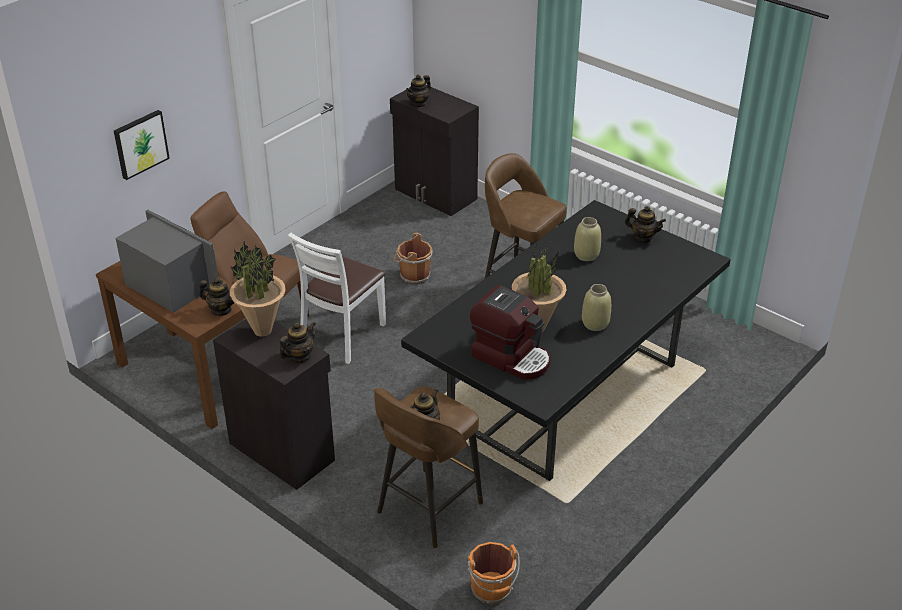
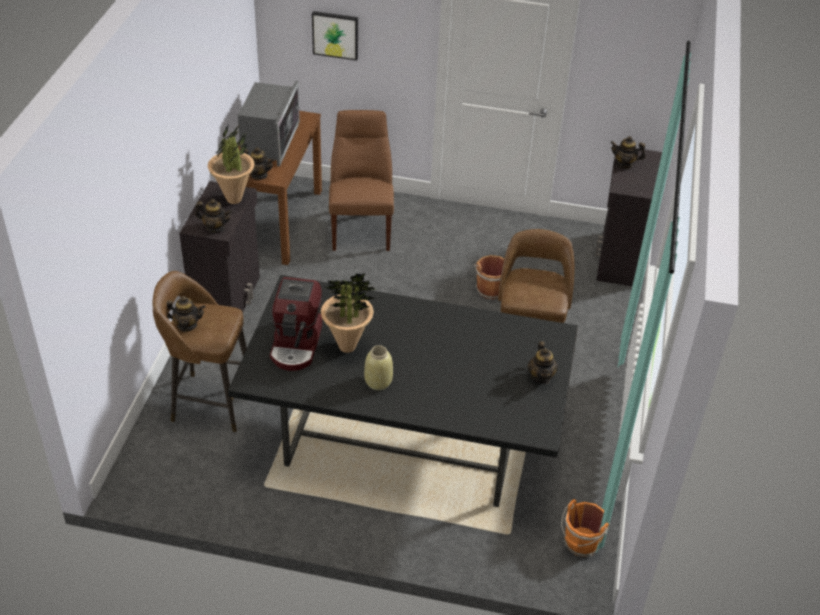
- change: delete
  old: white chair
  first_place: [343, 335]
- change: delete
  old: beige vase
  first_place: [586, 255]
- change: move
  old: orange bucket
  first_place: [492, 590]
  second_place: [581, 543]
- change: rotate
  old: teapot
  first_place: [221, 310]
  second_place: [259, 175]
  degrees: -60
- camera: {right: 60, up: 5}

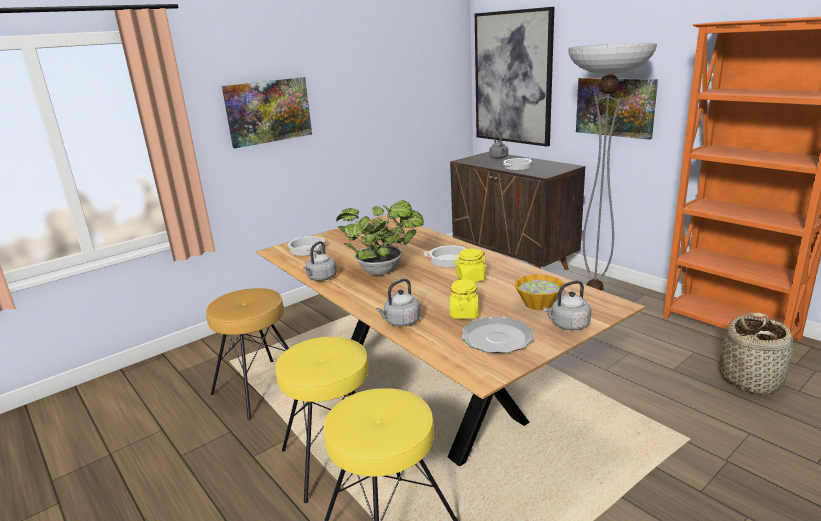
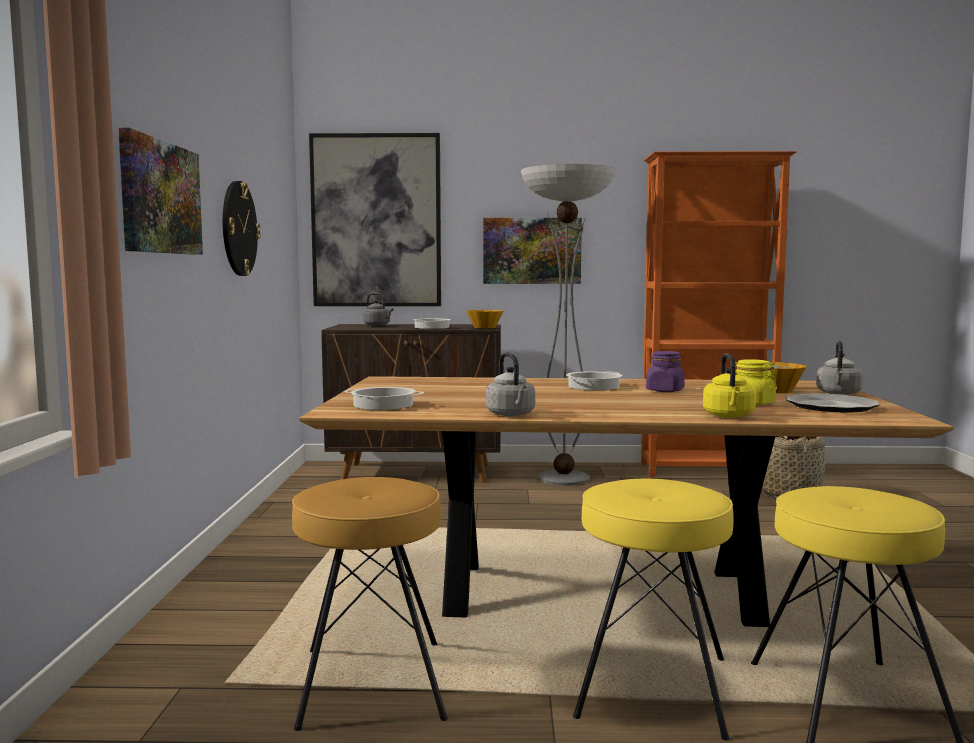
- change: delete
  old: potted plant
  first_place: [383, 271]
- change: insert
  new: wall clock
  second_place: [238, 229]
- change: insert
  new: bowl
  second_place: [485, 327]
- change: recolor
  old: grey kettle
  new: yellow kettle
  first_place: [400, 322]
  second_place: [729, 416]
- change: recolor
  old: yellow jar
  new: purple jar
  first_place: [470, 279]
  second_place: [665, 390]
- camera: {right: -50, up: -15}

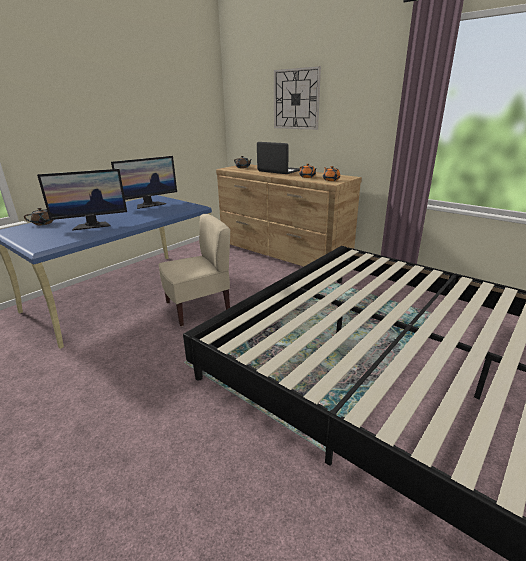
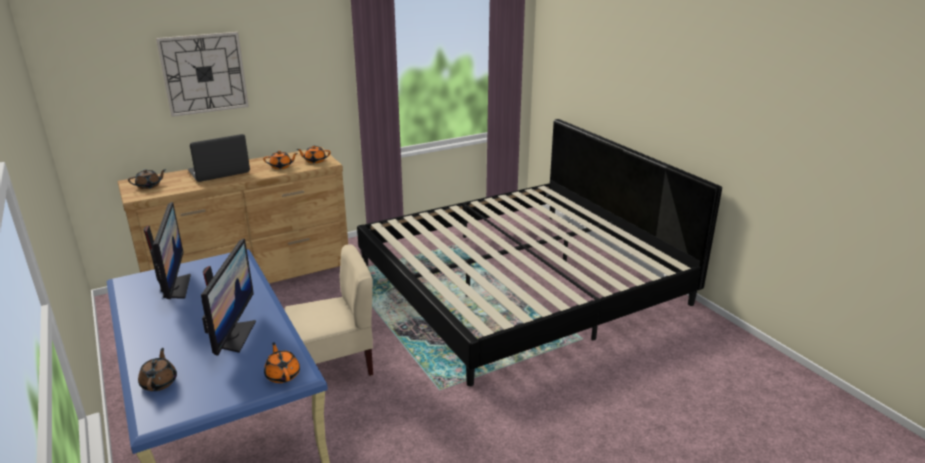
- change: insert
  new: orange teapot
  second_place: [283, 375]
- change: rotate
  old: beige chair
  first_place: [198, 307]
  second_place: [333, 366]
  degrees: 75
- camera: {right: -70, up: 0}

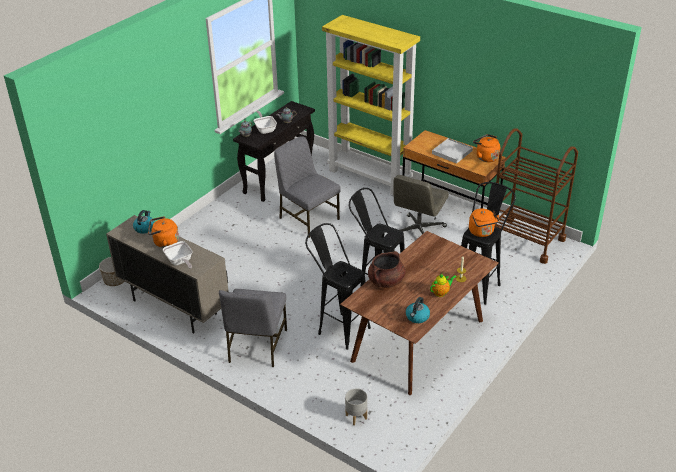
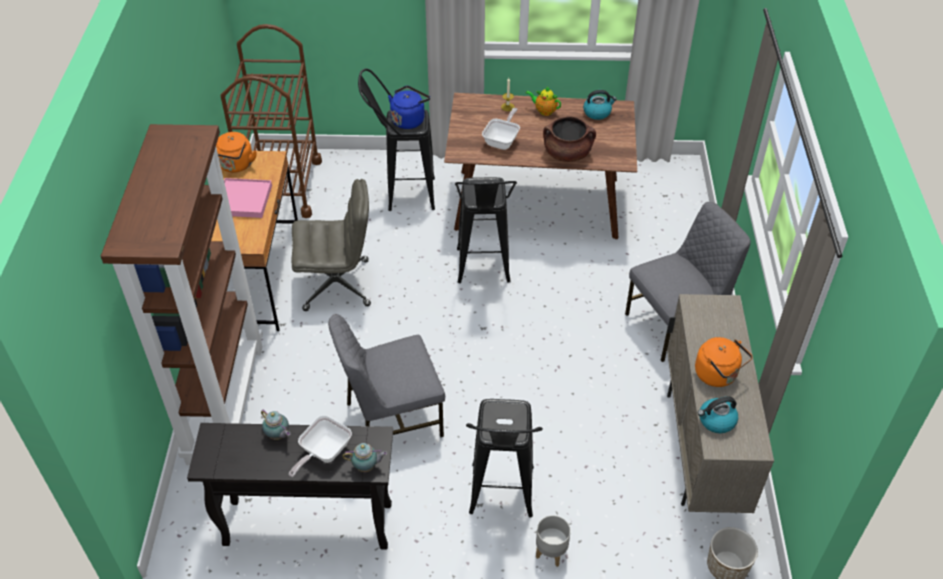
- change: move
  old: frying pan
  first_place: [180, 262]
  second_place: [502, 141]
- change: move
  old: black stool
  first_place: [338, 328]
  second_place: [501, 501]
- change: move
  old: grey planter
  first_place: [356, 417]
  second_place: [551, 552]
- change: recolor
  old: yellow bookcase
  new: brown bookcase
  first_place: [370, 177]
  second_place: [225, 402]
- change: recolor
  old: white tray
  new: pink tray
  first_place: [452, 152]
  second_place: [243, 200]
- change: recolor
  old: orange kettle
  new: blue kettle
  first_place: [482, 232]
  second_place: [409, 120]
- change: rotate
  old: grey chair
  first_place: [308, 218]
  second_place: [392, 418]
  degrees: 60
- camera: {right: -125, up: 10}

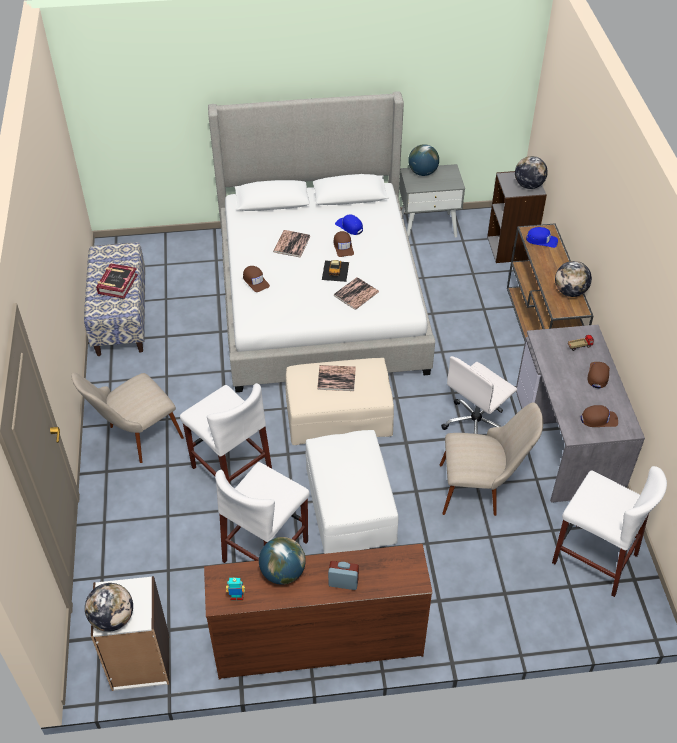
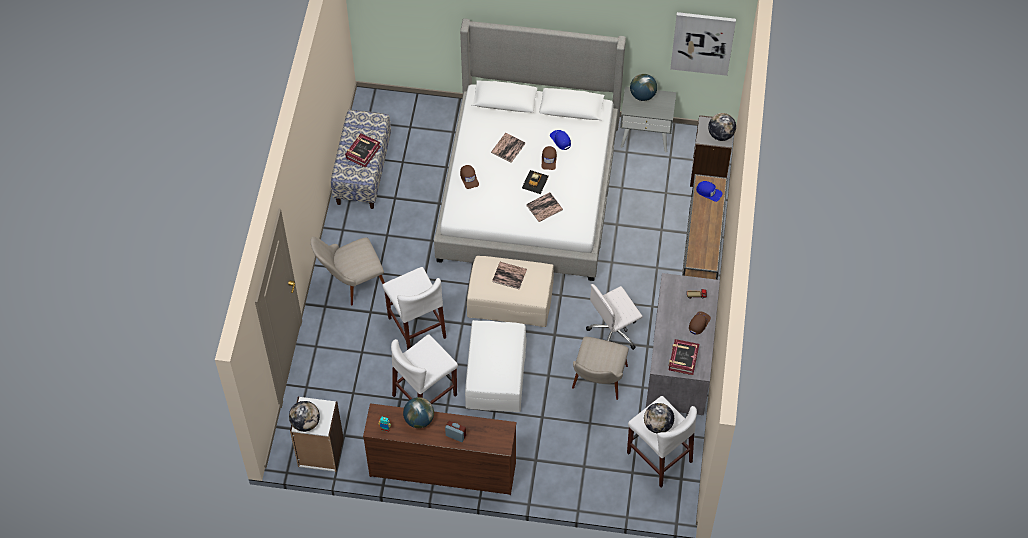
- change: insert
  new: picture
  second_place: [702, 42]
- change: move
  old: globe
  first_place: [570, 292]
  second_place: [658, 425]
- change: replace
  old: brown cap
  new: book
  first_place: [599, 419]
  second_place: [683, 359]
- change: rotate
  old: beige chair
  first_place: [481, 489]
  second_place: [597, 385]
  degrees: 90
- camera: {right: 15, up: 10}

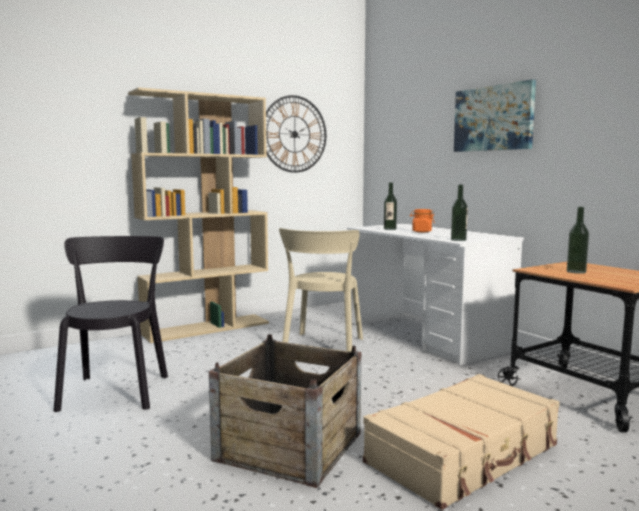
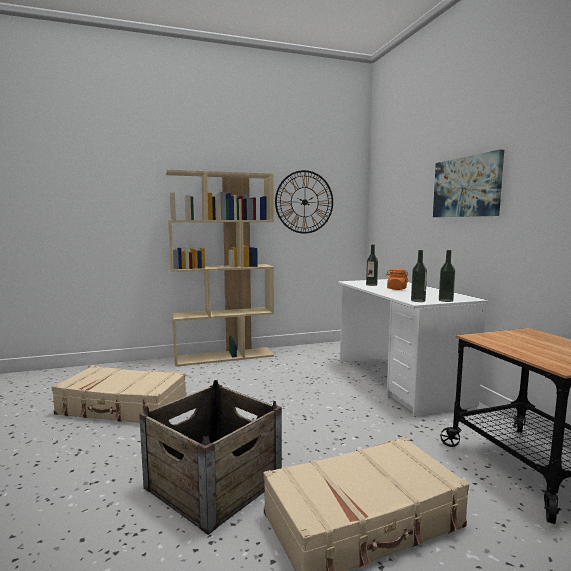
- change: delete
  old: beige chair
  first_place: [322, 347]
- change: move
  old: bottle
  first_place: [576, 272]
  second_place: [445, 300]
- change: replace
  old: black chair
  new: beige suitcase
  first_place: [116, 390]
  second_place: [122, 407]
- camera: {right: 15, up: 0}

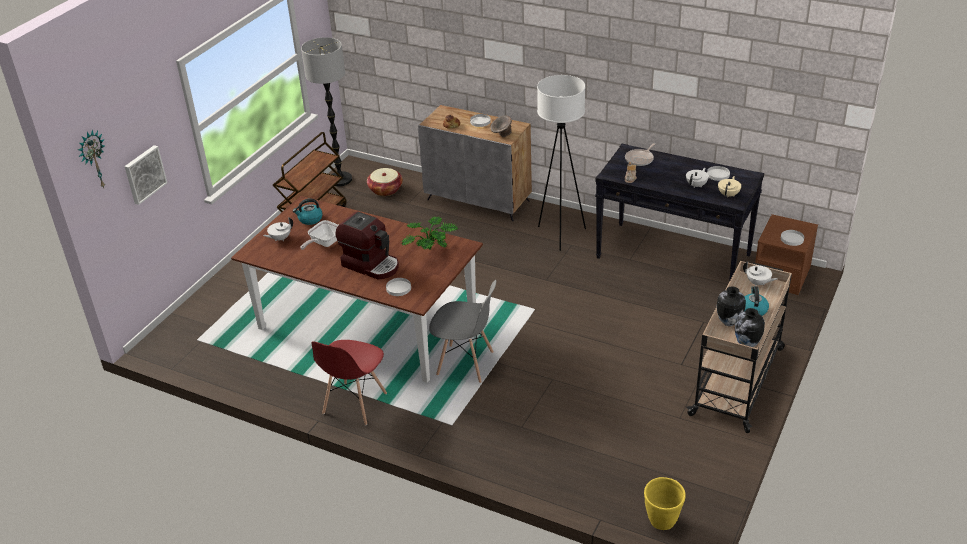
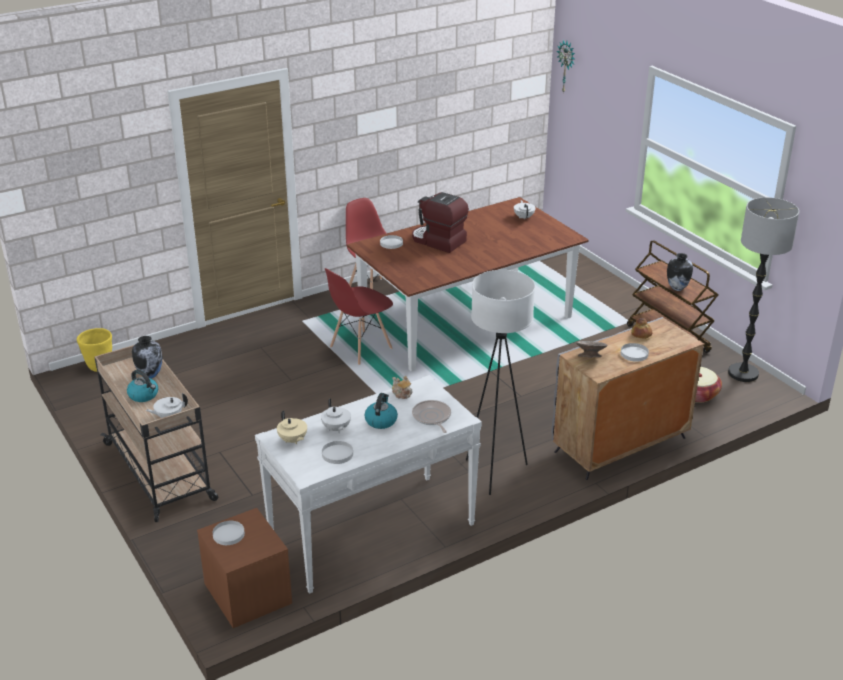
- change: delete
  old: picture
  first_place: [144, 174]
- change: delete
  old: frying pan
  first_place: [324, 243]
- change: delete
  old: potted plant
  first_place: [431, 251]
- change: move
  old: kettle
  first_place: [310, 219]
  second_place: [381, 420]
- change: move
  old: vase
  first_place: [746, 345]
  second_place: [677, 288]
- change: recolor
  old: grey chair
  new: red chair
  first_place: [465, 364]
  second_place: [360, 348]
- change: recolor
  old: black console table
  new: white console table
  first_place: [673, 256]
  second_place: [371, 532]
- change: rotate
  old: coffee machine
  first_place: [371, 265]
  second_place: [438, 241]
  degrees: 60
- camera: {right: 120, up: -5}

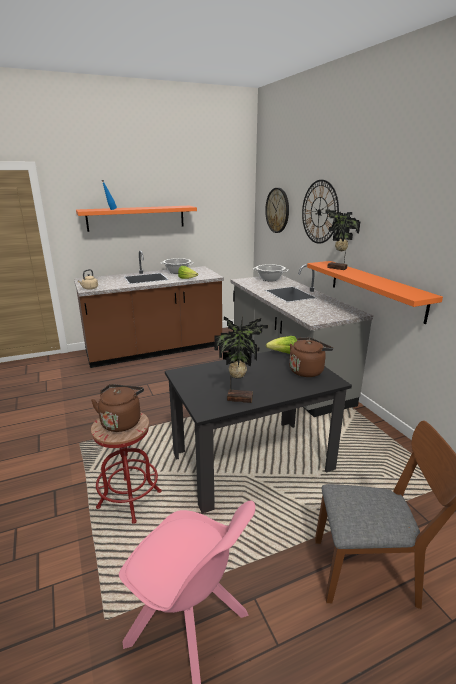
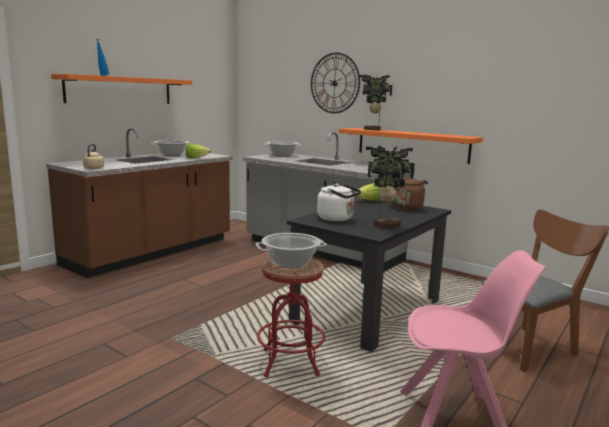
- change: delete
  old: wall clock
  first_place: [277, 210]
- change: insert
  new: white kettle
  second_place: [337, 219]
- change: replace
  old: brown kettle
  new: cooking pot
  first_place: [121, 421]
  second_place: [291, 263]
- camera: {right: -30, up: -10}

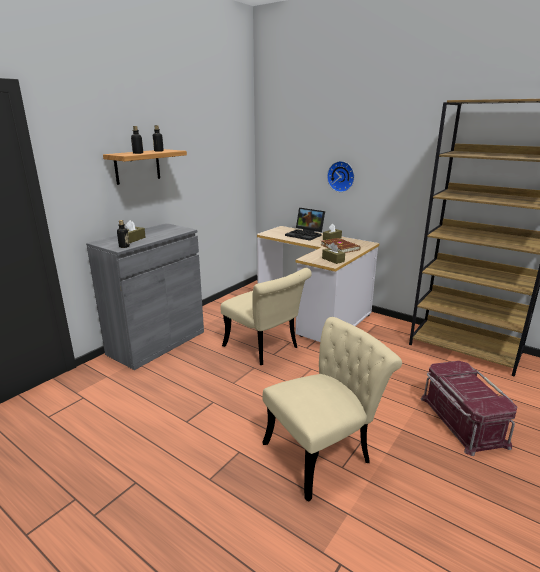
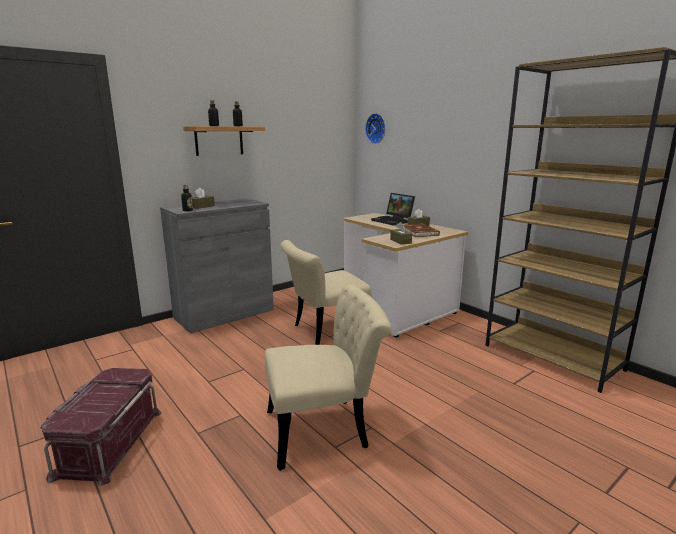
- change: move
  old: wall clock
  first_place: [341, 176]
  second_place: [376, 128]
- change: move
  old: red storage box
  first_place: [461, 420]
  second_place: [108, 442]
- change: rotate
  old: beige chair
  first_place: [265, 349]
  second_place: [324, 331]
  degrees: 90
- camera: {right: 15, up: -5}

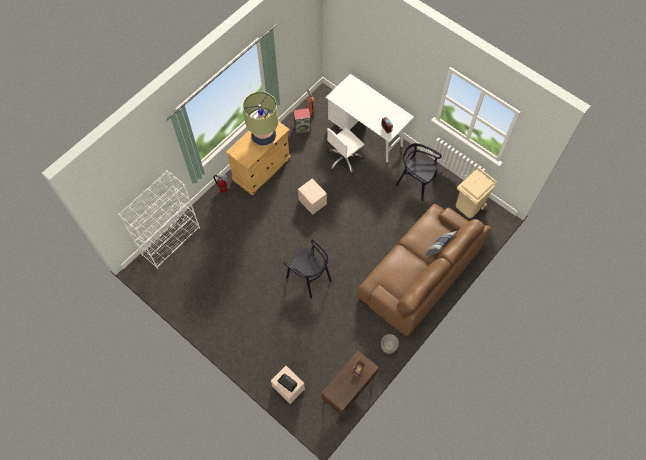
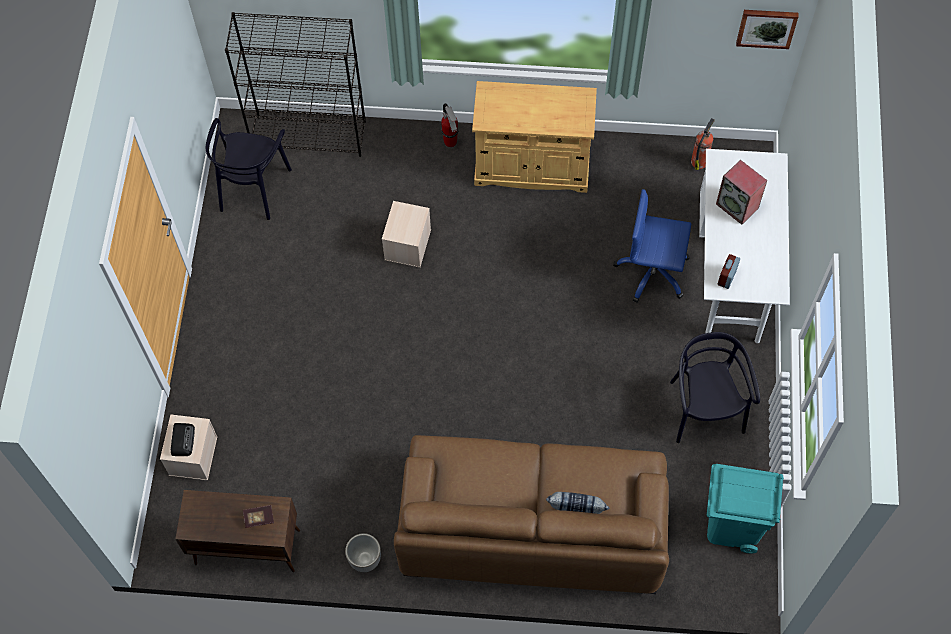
- change: delete
  old: table lamp
  first_place: [264, 137]
- change: insert
  new: picture
  second_place: [766, 27]
- change: move
  old: black chair
  first_place: [309, 277]
  second_place: [253, 188]
- change: move
  old: speaker
  first_place: [302, 128]
  second_place: [738, 206]
- change: move
  old: beige storage box
  first_place: [313, 202]
  second_place: [408, 245]
- change: recolor
  old: white bookcase
  new: black bookcase
  first_place: [171, 241]
  second_place: [309, 135]
- change: recolor
  old: white office chair
  new: blue office chair
  first_place: [344, 160]
  second_place: [652, 272]
- change: recolor
  old: beige trash can
  new: turquoise trash can
  first_place: [469, 206]
  second_place: [732, 525]
- camera: {right: 55, up: 0}

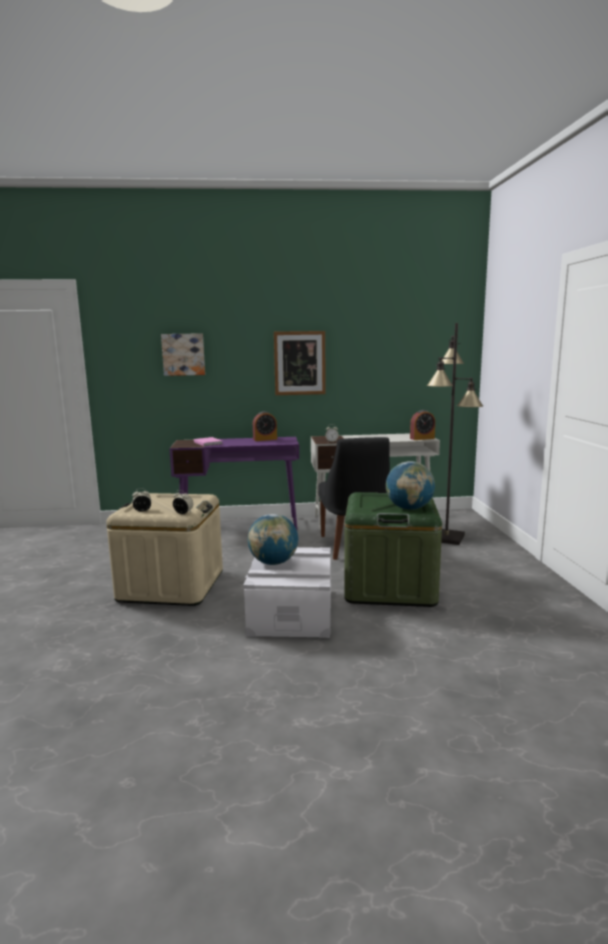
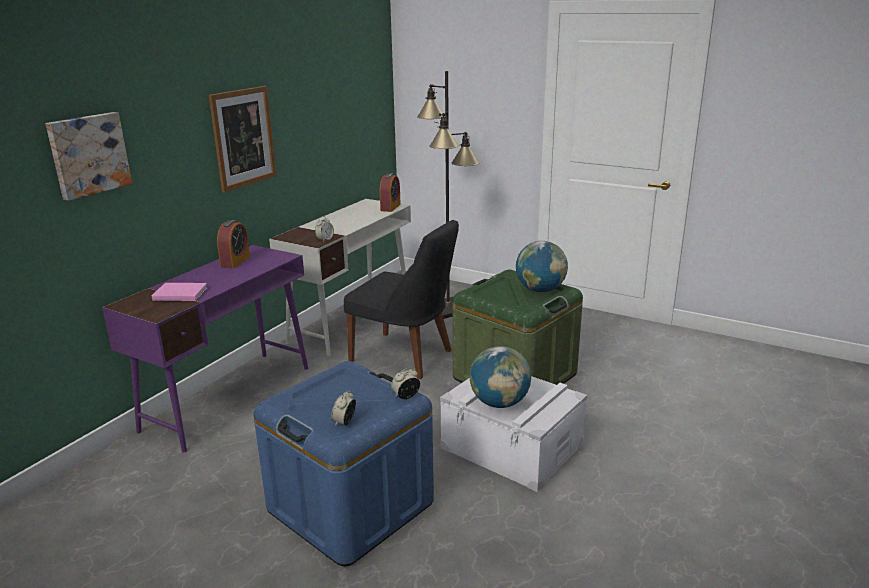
- change: recolor
  old: beige storage box
  new: blue storage box
  first_place: [171, 585]
  second_place: [350, 506]
- camera: {right: -55, up: 10}

